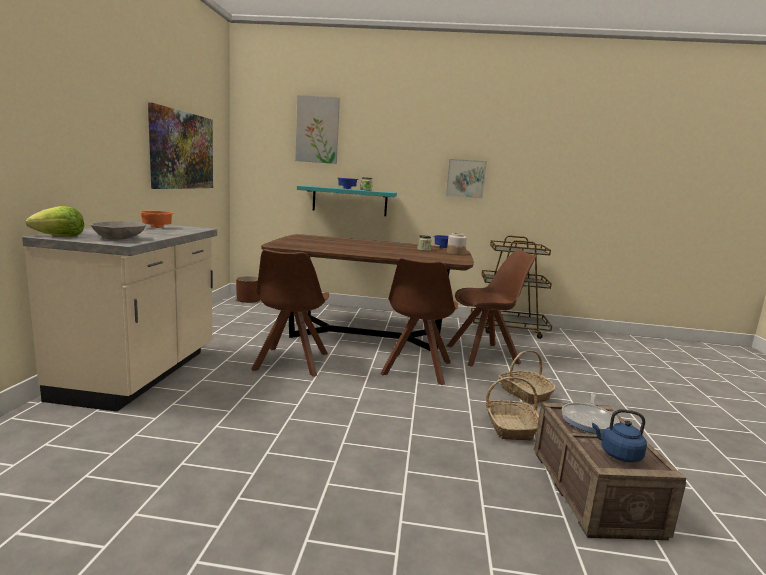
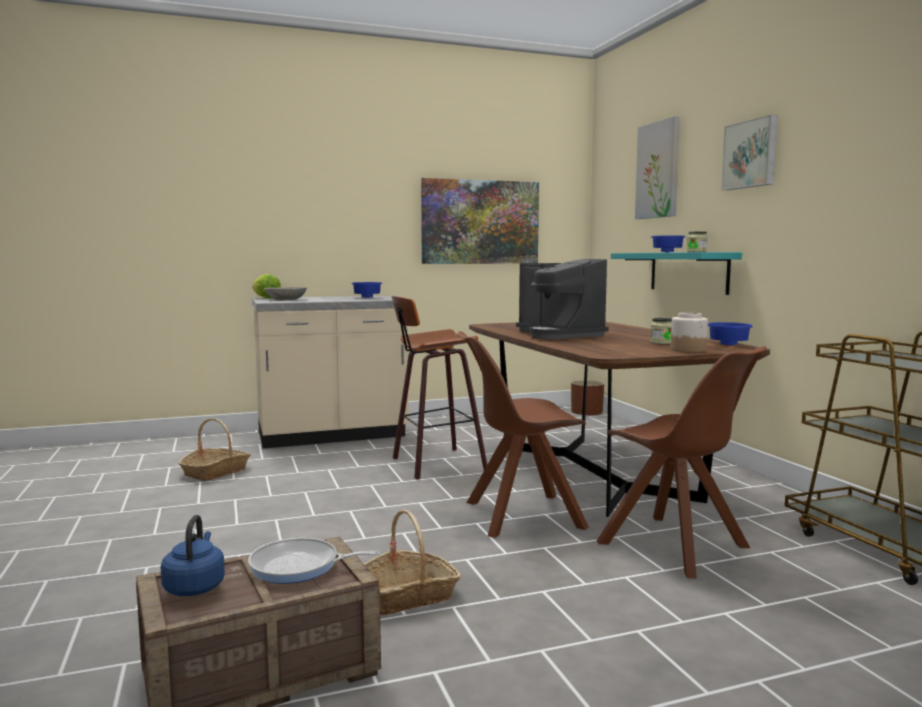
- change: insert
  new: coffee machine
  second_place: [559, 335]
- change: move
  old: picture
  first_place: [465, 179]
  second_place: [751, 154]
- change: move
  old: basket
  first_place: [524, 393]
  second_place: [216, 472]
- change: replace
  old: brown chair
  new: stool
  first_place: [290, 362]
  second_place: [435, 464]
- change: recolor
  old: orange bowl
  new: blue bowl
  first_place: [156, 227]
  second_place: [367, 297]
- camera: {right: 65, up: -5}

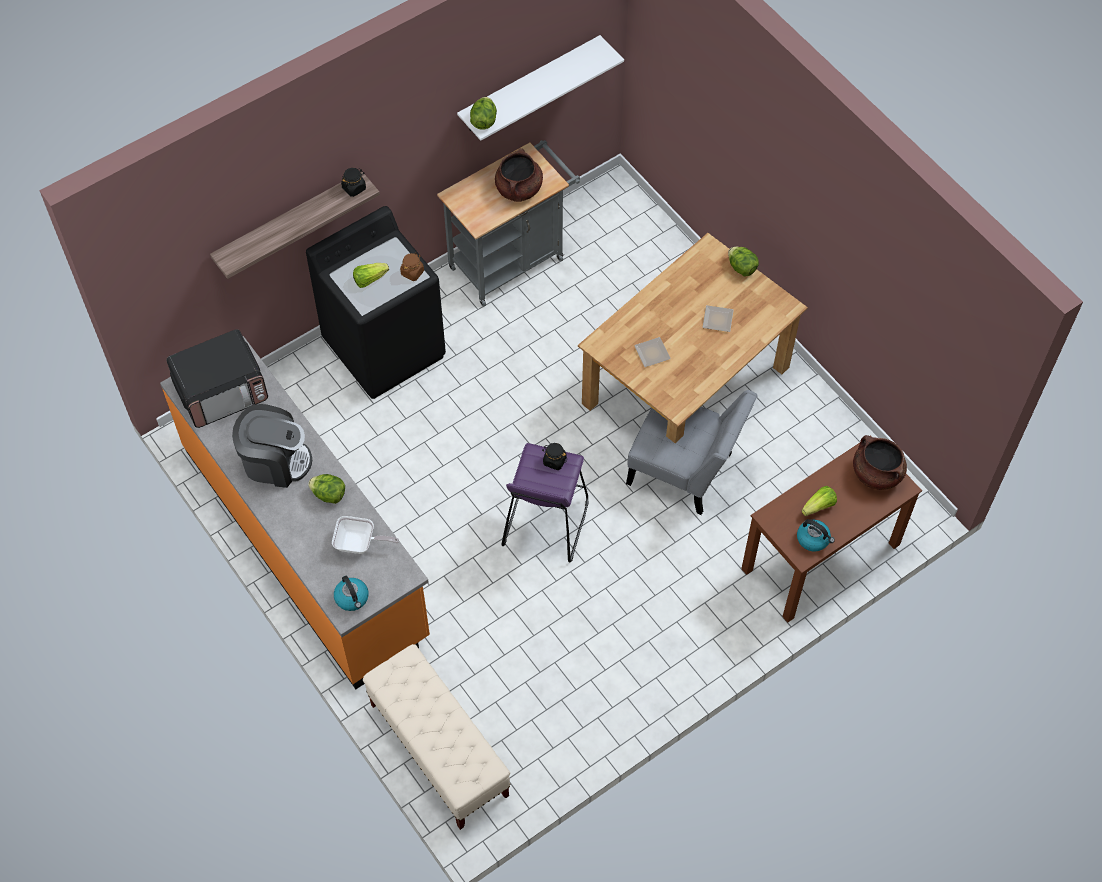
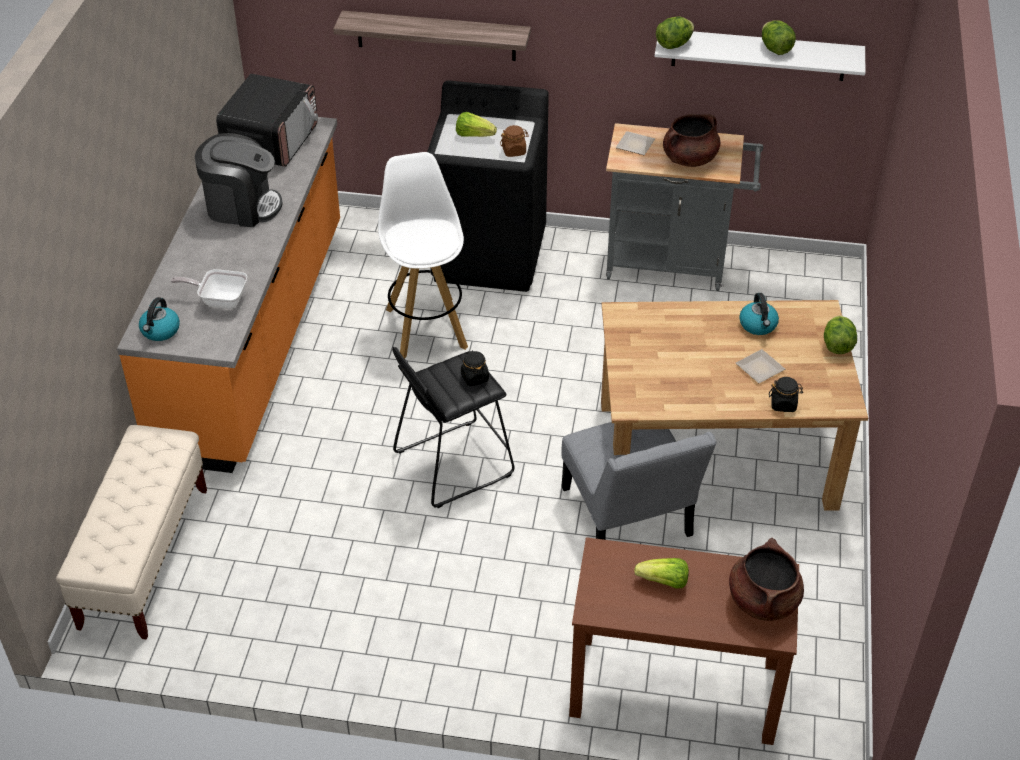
- change: insert
  new: white stool
  second_place: [426, 327]
- change: move
  old: lettuce
  first_place: [329, 494]
  second_place: [775, 49]
- change: move
  old: black jar
  first_place: [354, 188]
  second_place: [783, 404]
- change: move
  old: plate
  first_place: [650, 353]
  second_place: [634, 144]
- change: move
  old: kettle
  first_place: [813, 539]
  second_place: [758, 325]
- change: recolor
  old: purple stool
  new: black stool
  first_place: [545, 523]
  second_place: [453, 463]
- change: rotate
  old: microwave
  first_place: [222, 391]
  second_place: [271, 140]
  degrees: -90
- change: rotate
  old: coffee machine
  first_place: [275, 461]
  second_place: [242, 206]
  degrees: -45
- change: rotate
  old: frying pan
  first_place: [359, 543]
  second_place: [219, 300]
  degrees: 135
- camera: {right: 45, up: -15}

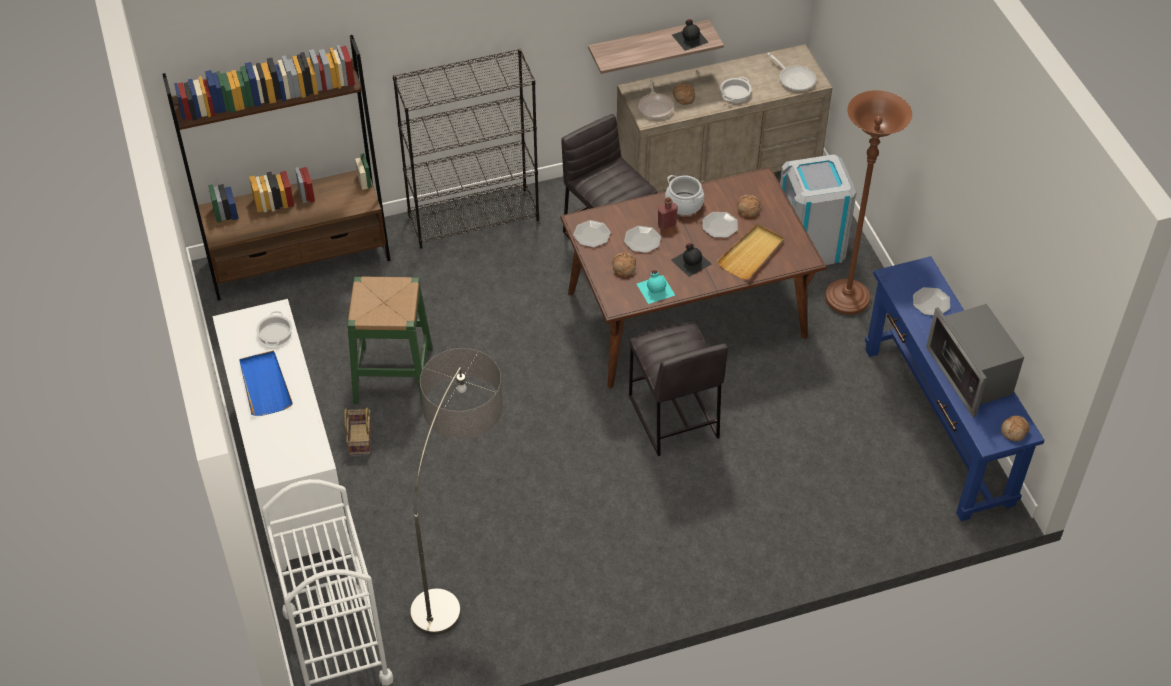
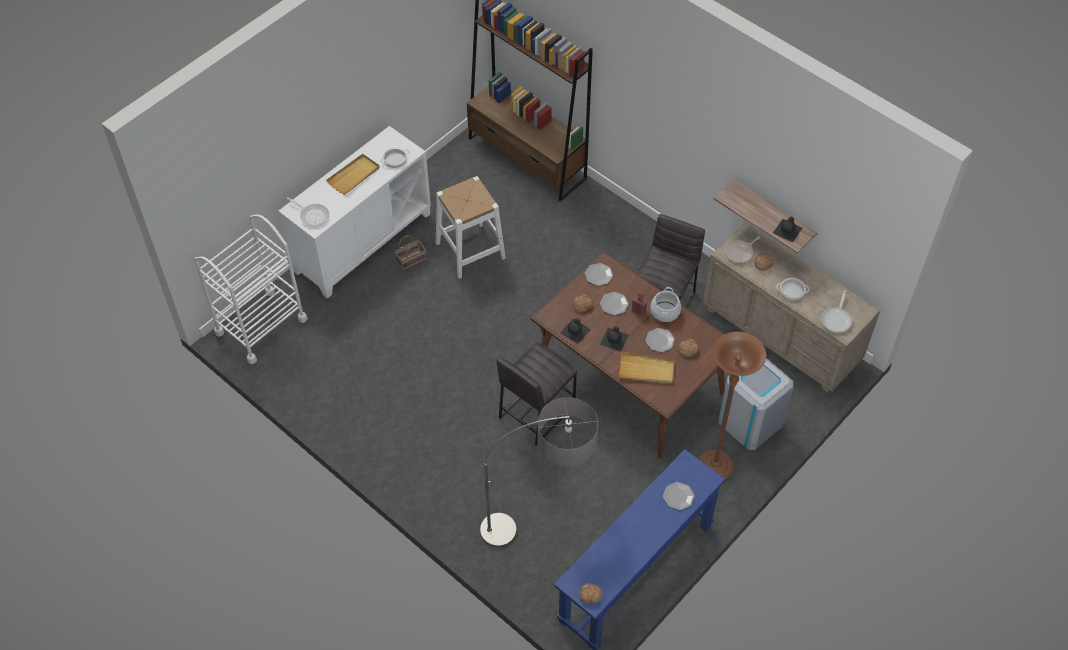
- change: delete
  old: black bookcase
  first_place: [474, 218]
- change: delete
  old: microwave
  first_place: [971, 374]
- change: insert
  new: frying pan
  second_place: [312, 215]
- change: move
  old: floor lamp
  first_place: [462, 565]
  second_place: [542, 526]
- change: recolor
  old: blue tray
  new: beige tray
  first_place: [265, 385]
  second_place: [354, 176]
- change: recolor
  old: green stool
  new: white stool
  first_place: [393, 375]
  second_place: [470, 250]
- change: recolor
  old: turquoise bottle
  new: black bottle
  first_place: [656, 288]
  second_place: [576, 331]
- camera: {right: 60, up: 5}

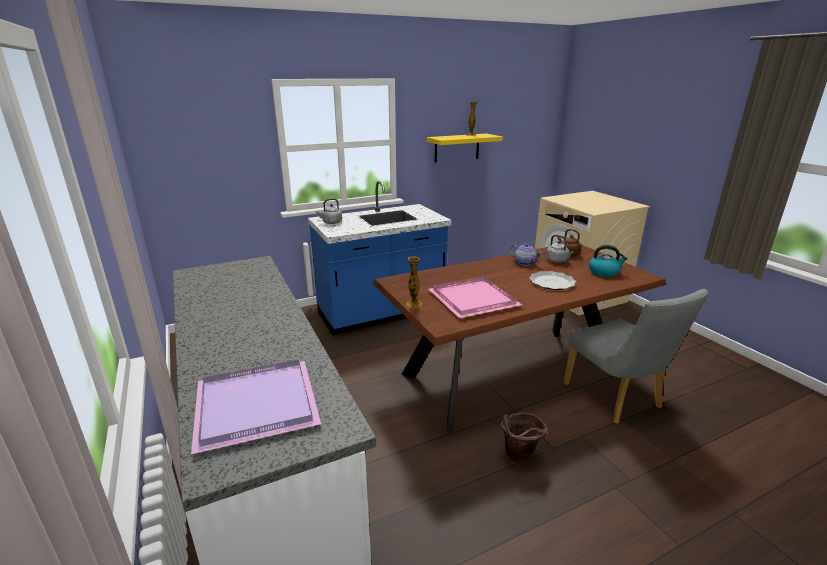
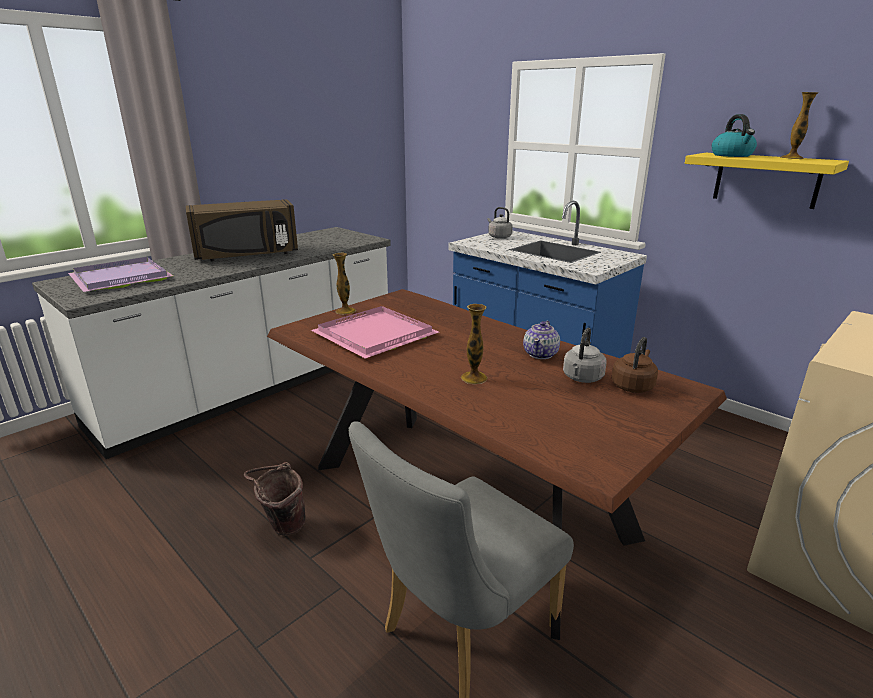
- change: insert
  new: brown microwave
  second_place: [247, 255]
- change: move
  old: kettle
  first_place: [604, 272]
  second_place: [732, 155]
- change: replace
  old: plate
  new: vase
  first_place: [552, 282]
  second_place: [473, 378]
- camera: {right: 70, up: 0}

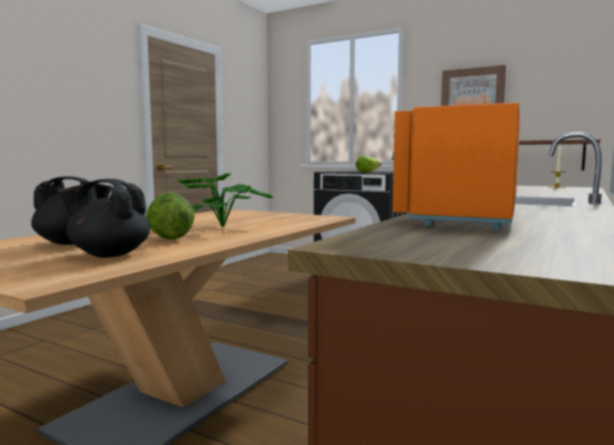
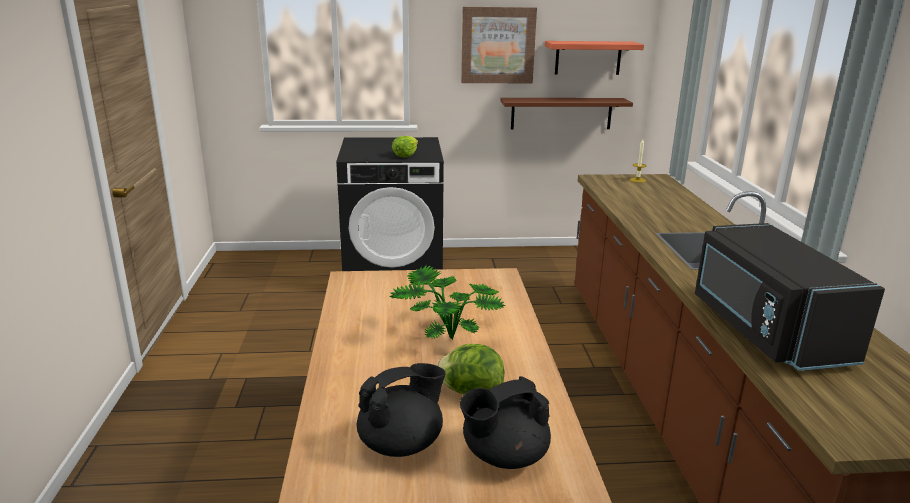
- change: insert
  new: shelf
  second_place: [588, 57]
- change: recolor
  old: orange microwave
  new: black microwave
  first_place: [459, 216]
  second_place: [764, 330]
- camera: {right: -35, up: 15}

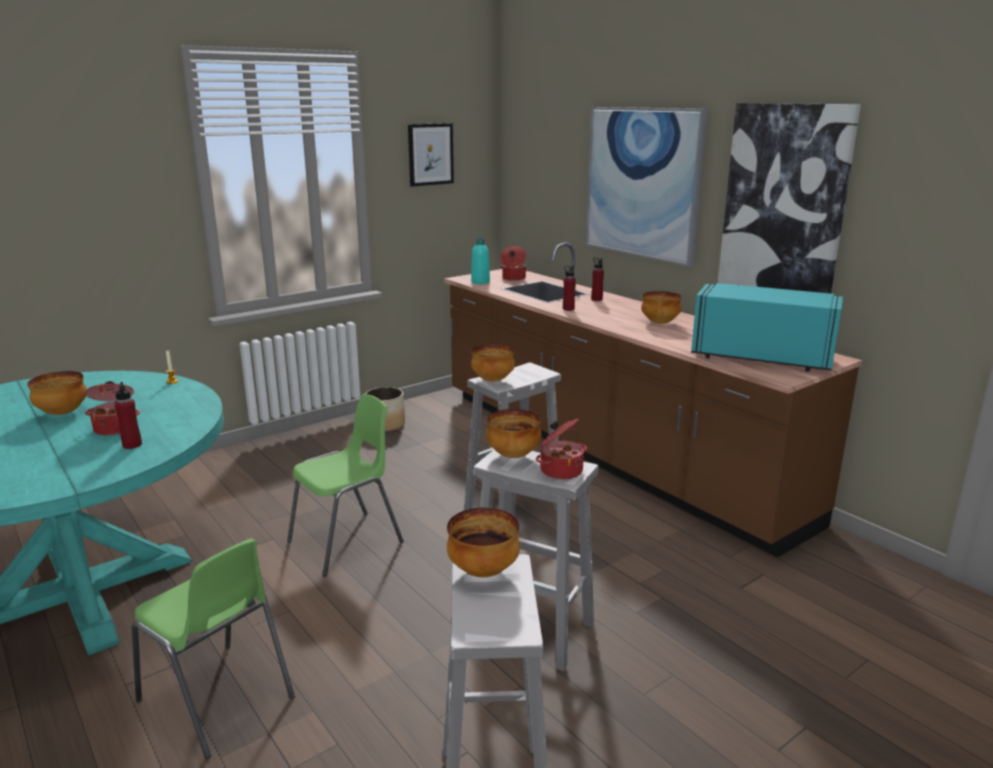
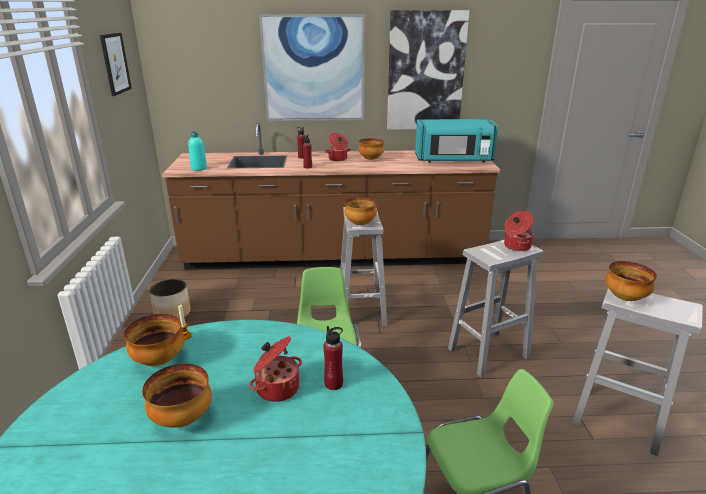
- change: move
  old: bowl
  first_place: [513, 455]
  second_place: [159, 360]
- change: move
  old: cooking pot
  first_place: [513, 278]
  second_place: [338, 159]
- change: rotate
  old: turquoise microwave
  first_place: [762, 357]
  second_place: [453, 160]
  degrees: -150
- camera: {right: -55, up: 5}

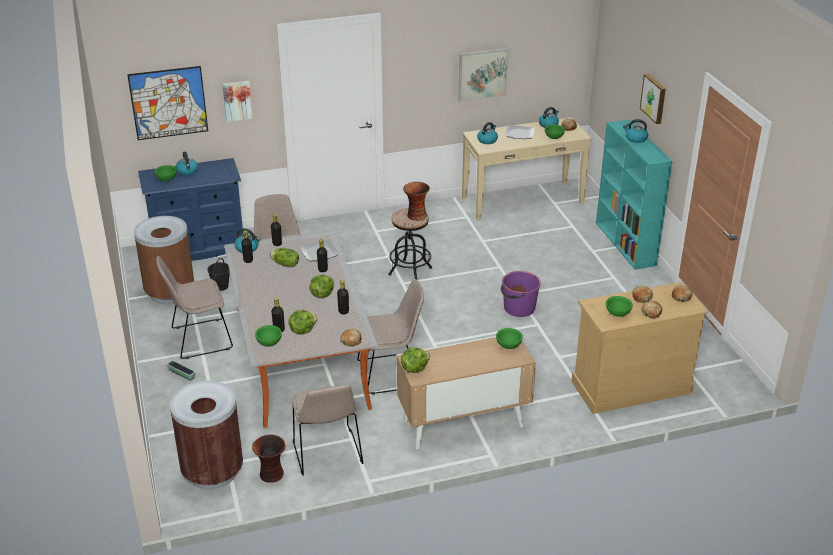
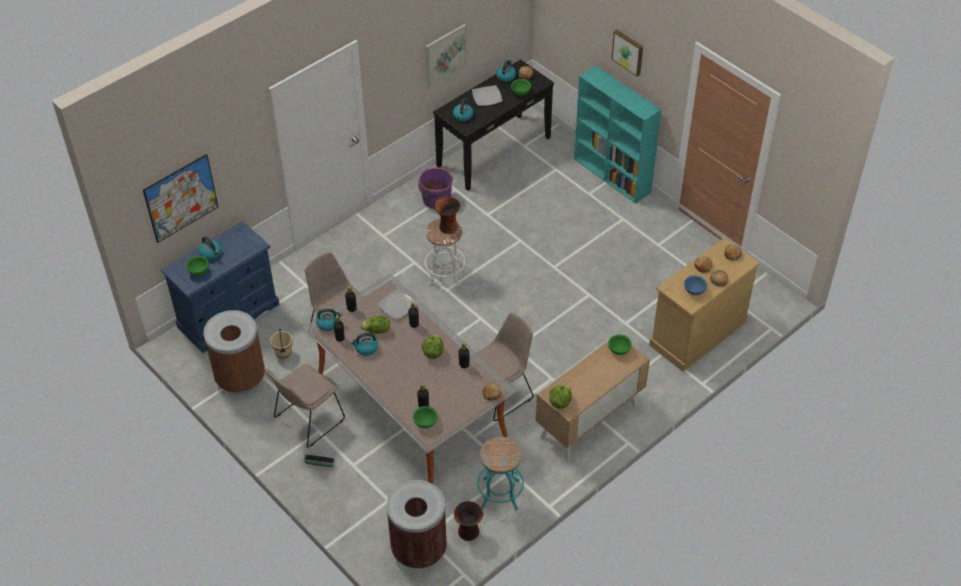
- change: delete
  old: picture
  first_place: [237, 100]
- change: delete
  old: lettuce
  first_place: [302, 330]
- change: move
  old: purple bucket
  first_place: [518, 308]
  second_place: [436, 200]
- change: move
  old: kettle
  first_place: [635, 139]
  second_place: [366, 348]
- change: replace
  old: beige chair
  new: turquoise stool
  first_place: [327, 454]
  second_place: [500, 493]
- change: recolor
  old: black bucket
  new: beige bucket
  first_place: [221, 286]
  second_place: [284, 353]
- change: recolor
  old: black stool
  new: white stool
  first_place: [410, 271]
  second_place: [445, 273]
- change: recolor
  old: beige console table
  new: black console table
  first_place: [522, 200]
  second_place: [493, 151]
- change: recolor
  old: green bowl
  new: blue bowl
  first_place: [617, 314]
  second_place: [694, 291]
- camera: {right: -25, up: 15}

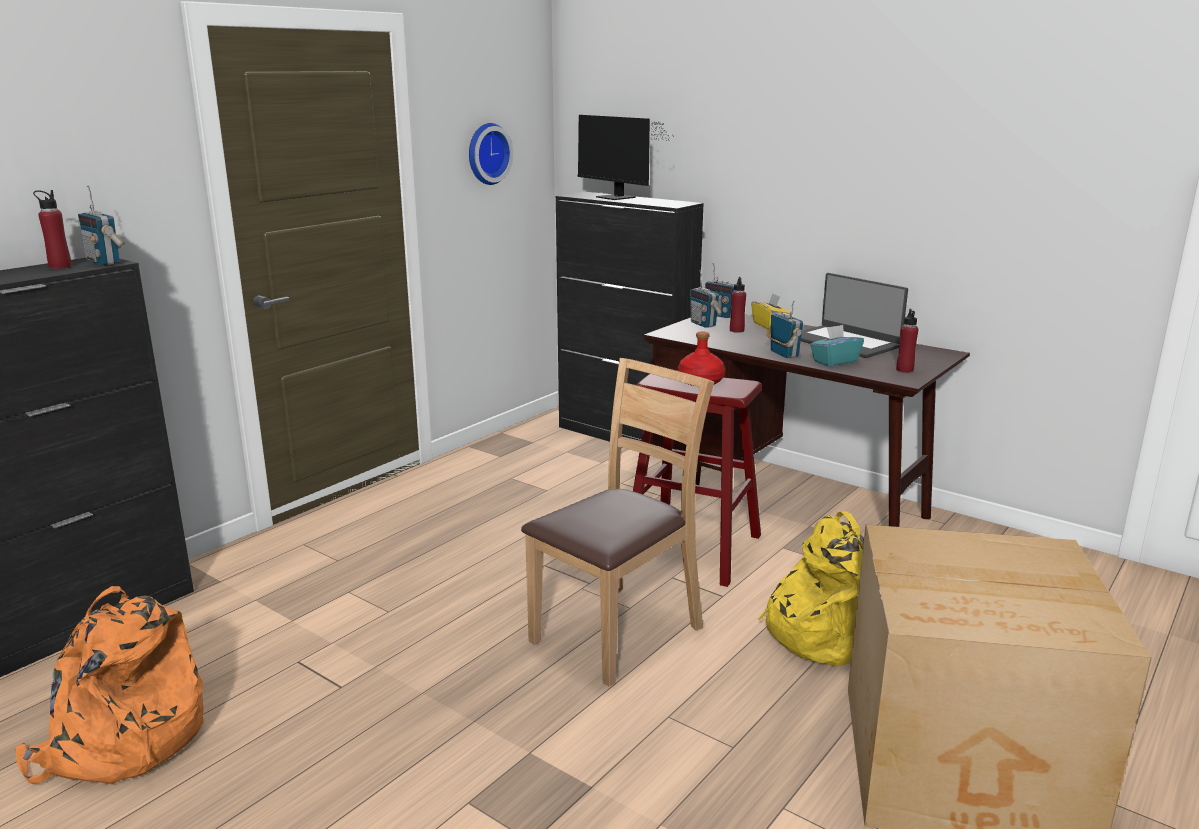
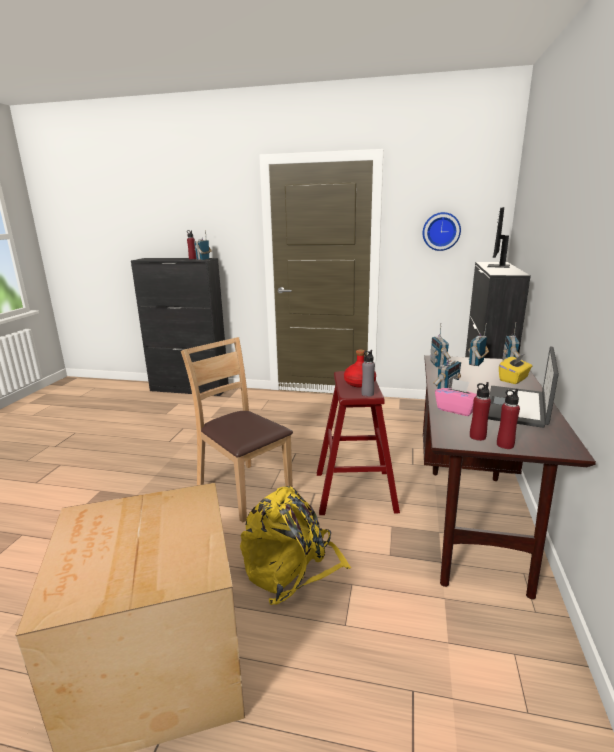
- change: delete
  old: orange backpack
  first_place: [122, 742]
- change: insert
  new: grey bottle
  second_place: [367, 394]
- change: insert
  new: radio
  second_place: [438, 364]
- change: move
  old: red bottle
  first_place: [737, 330]
  second_place: [505, 445]
- change: recolor
  old: turquoise tissue box
  new: pink tissue box
  first_place: [834, 361]
  second_place: [456, 410]
- change: rotate
  old: brown chair
  first_place: [617, 632]
  second_place: [244, 491]
  degrees: -150
- camera: {right: 65, up: 0}

